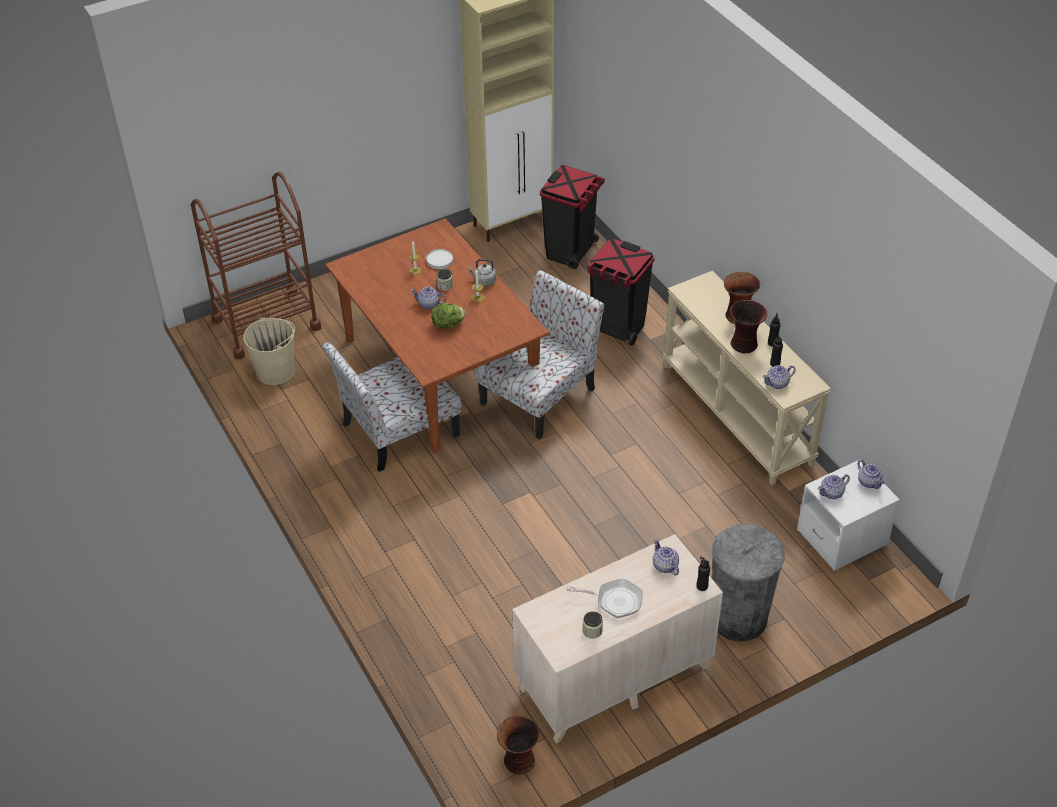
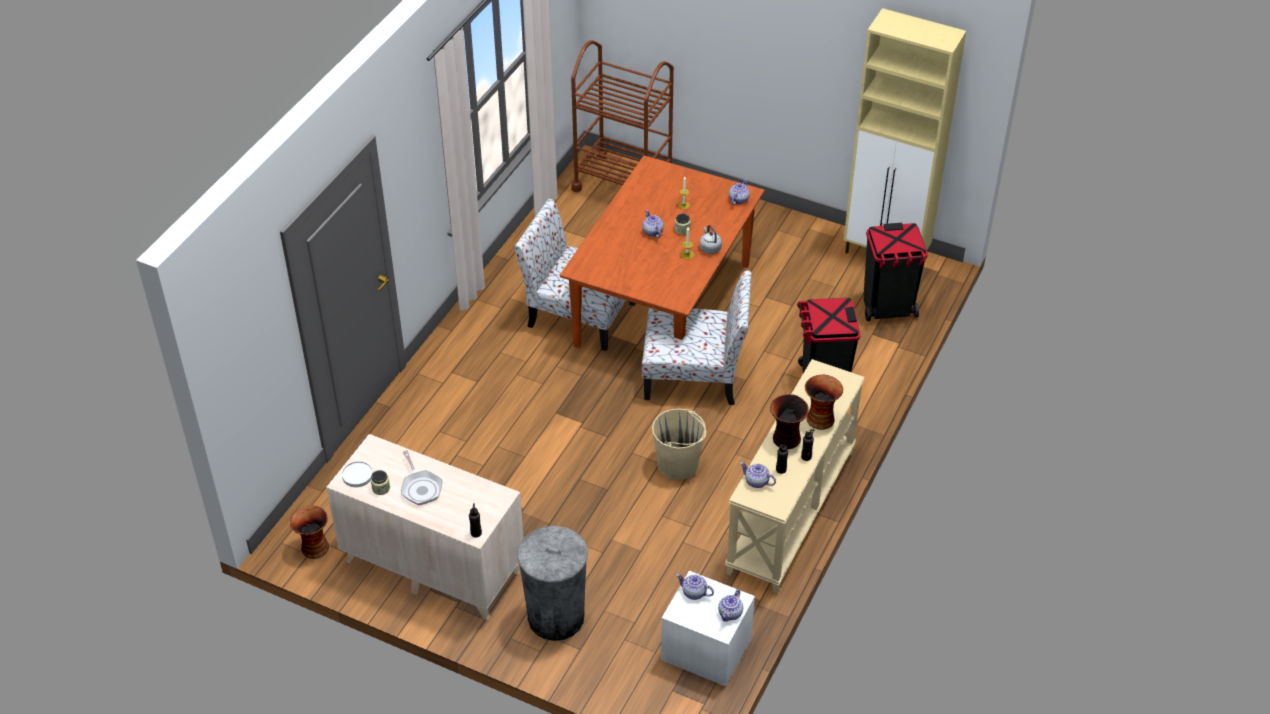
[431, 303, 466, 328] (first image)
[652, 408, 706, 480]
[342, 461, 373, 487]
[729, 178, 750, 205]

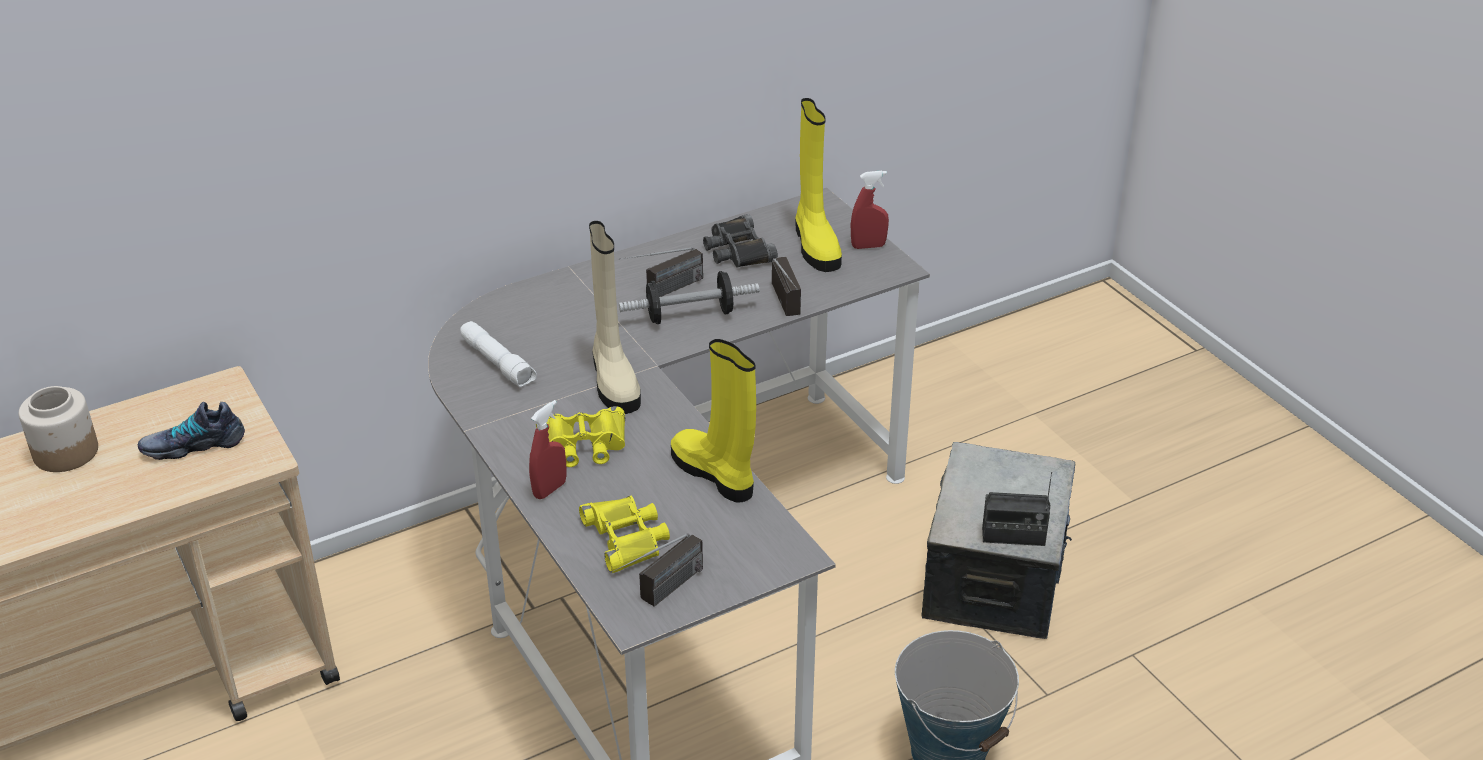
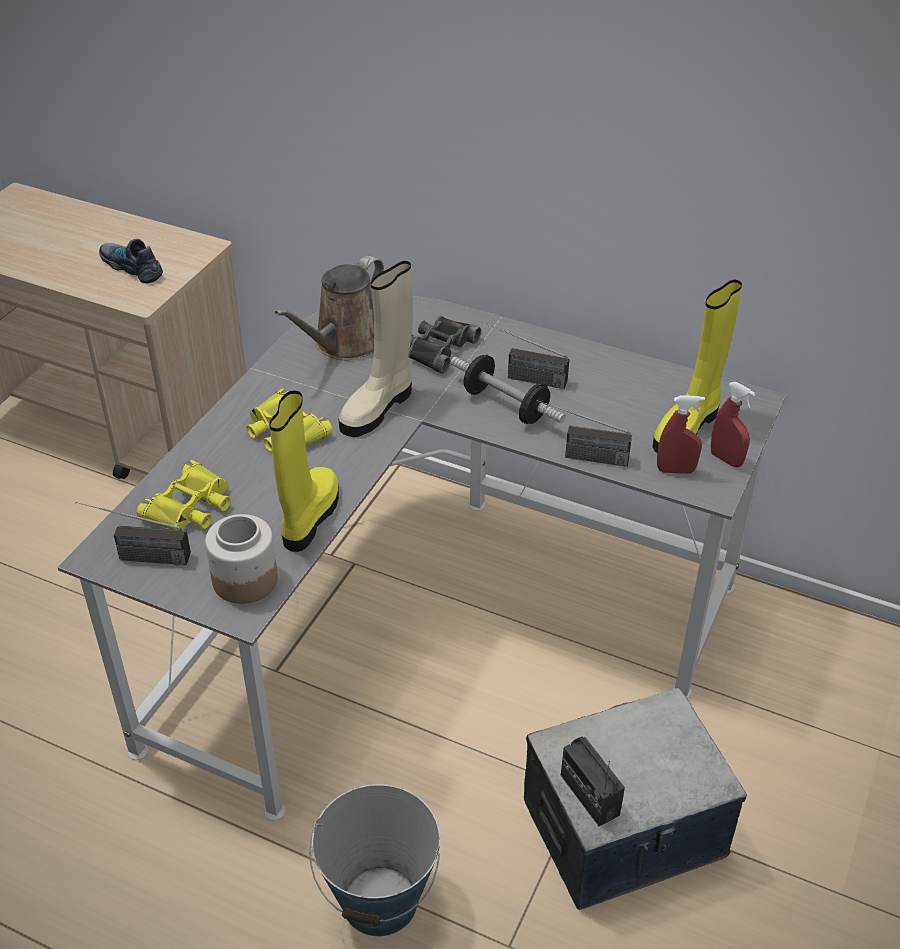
[205, 514, 278, 604]
[657, 395, 705, 474]
[409, 316, 481, 374]
[275, 256, 384, 360]
[537, 400, 632, 467]

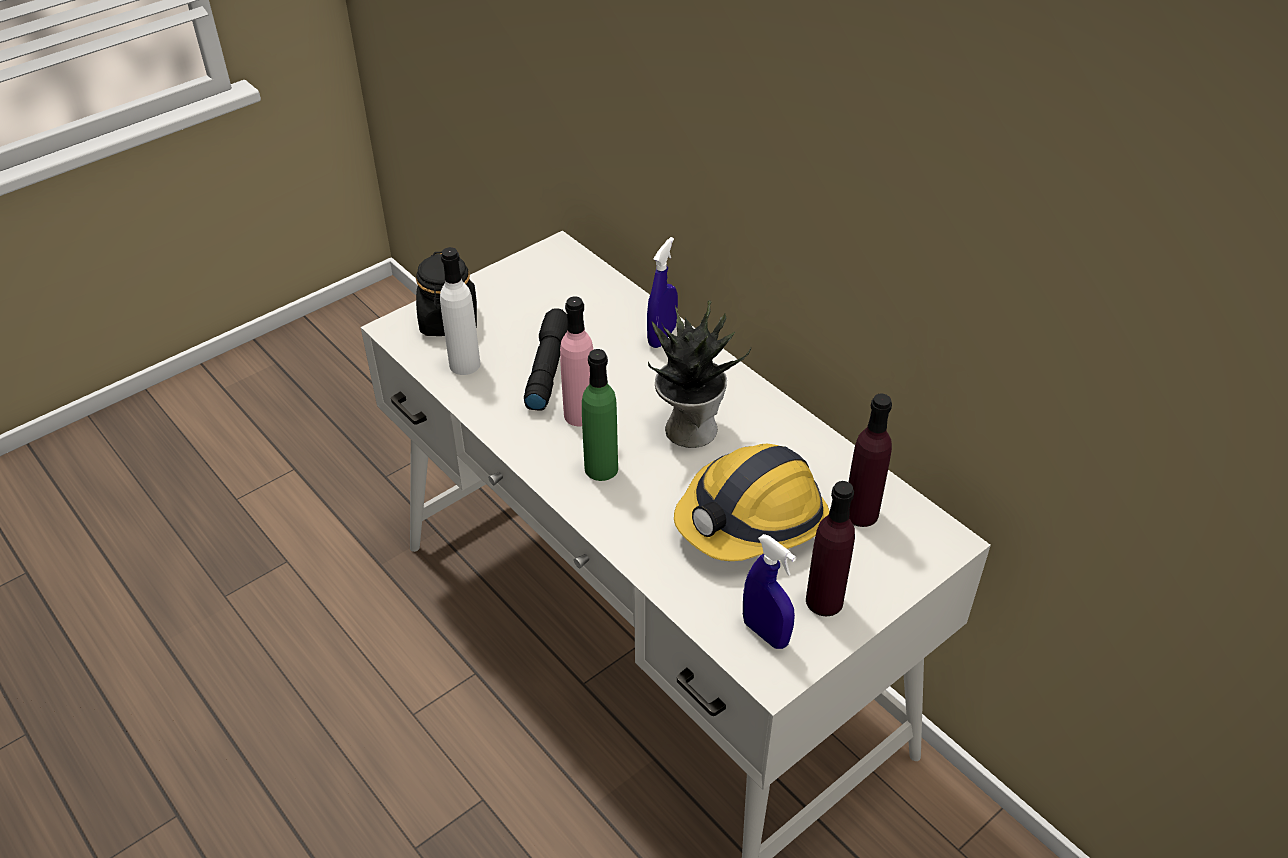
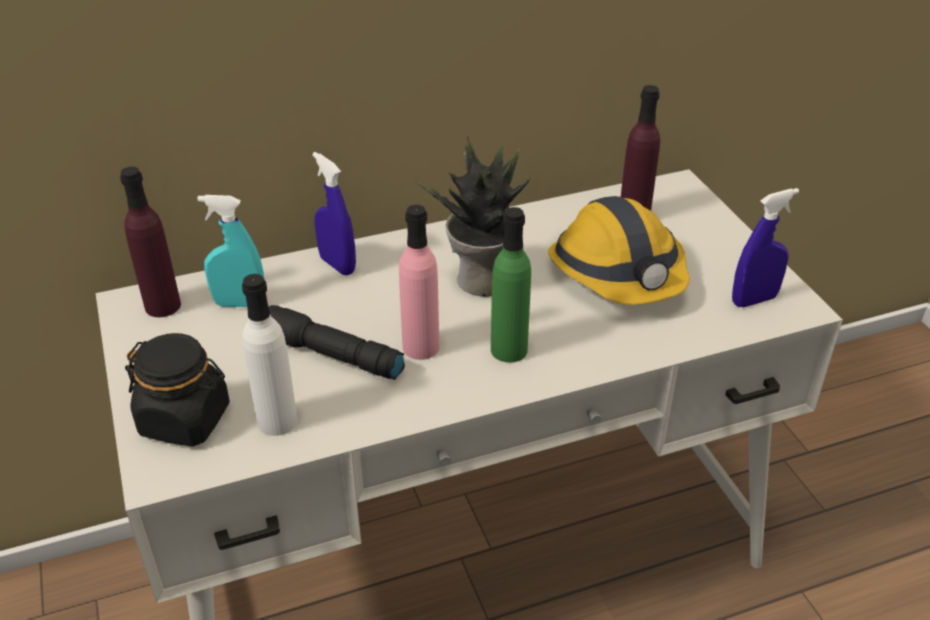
[197, 195, 264, 307]
[120, 167, 181, 317]

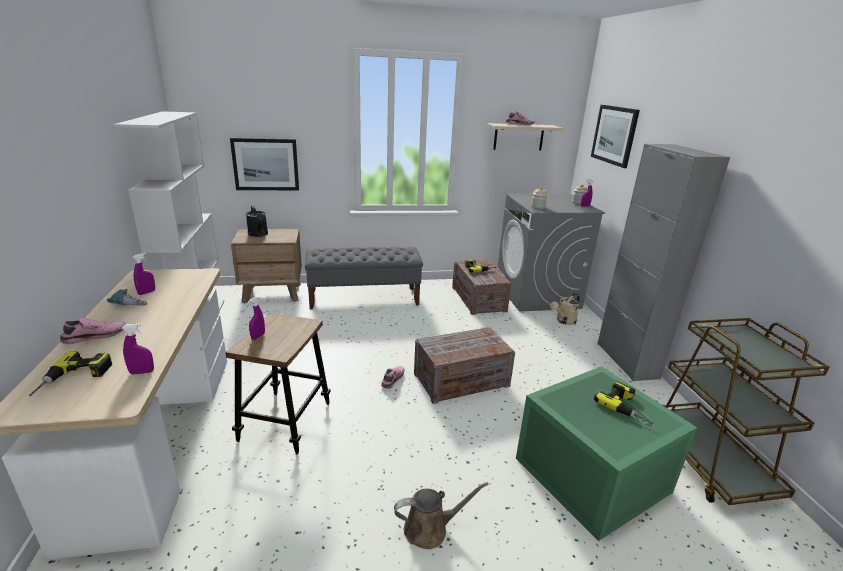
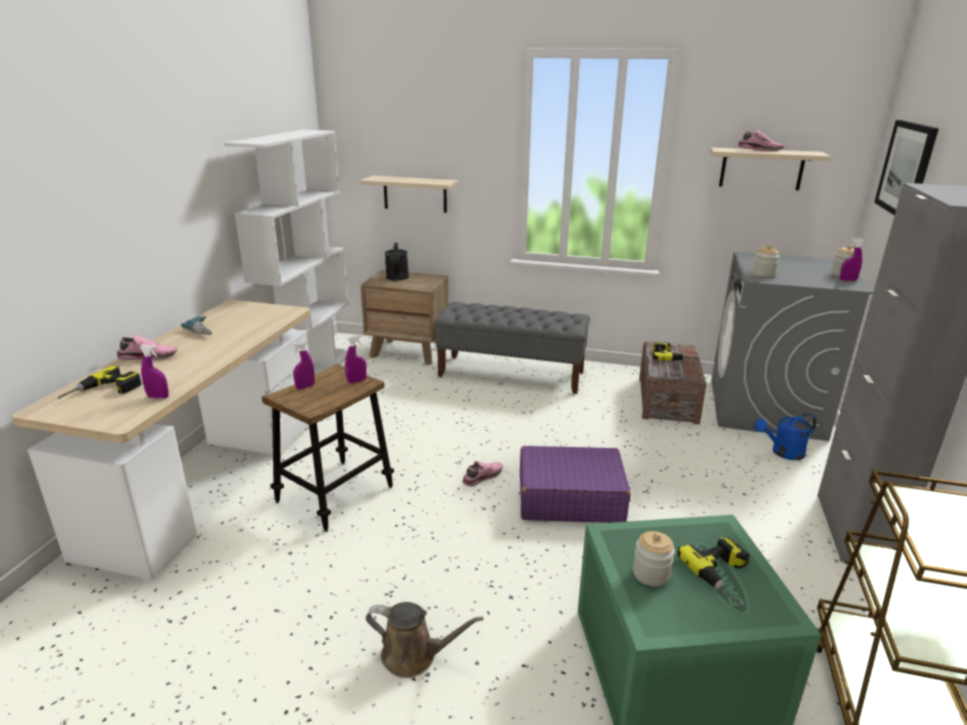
[633, 531, 675, 586]
[345, 335, 367, 383]
[360, 176, 458, 213]
[520, 446, 631, 523]
[754, 413, 816, 460]

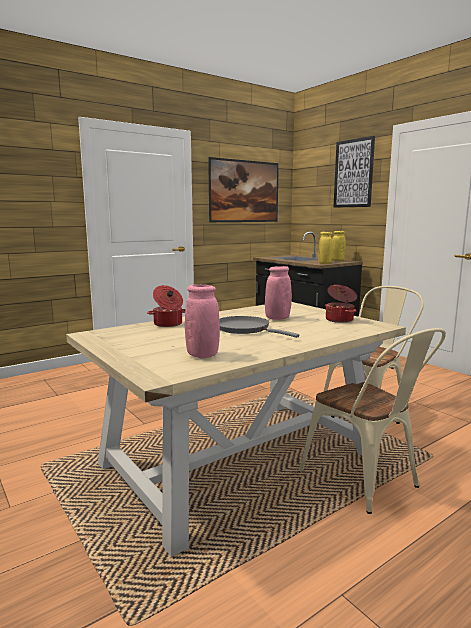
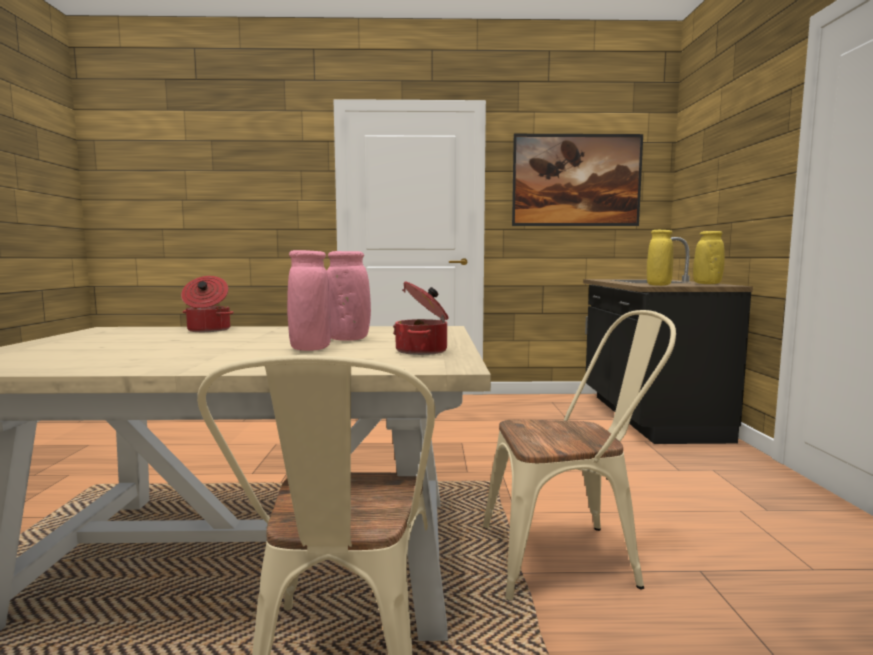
[219, 316, 299, 338] (first image)
[334, 136, 375, 208] (first image)
[287, 250, 331, 351]

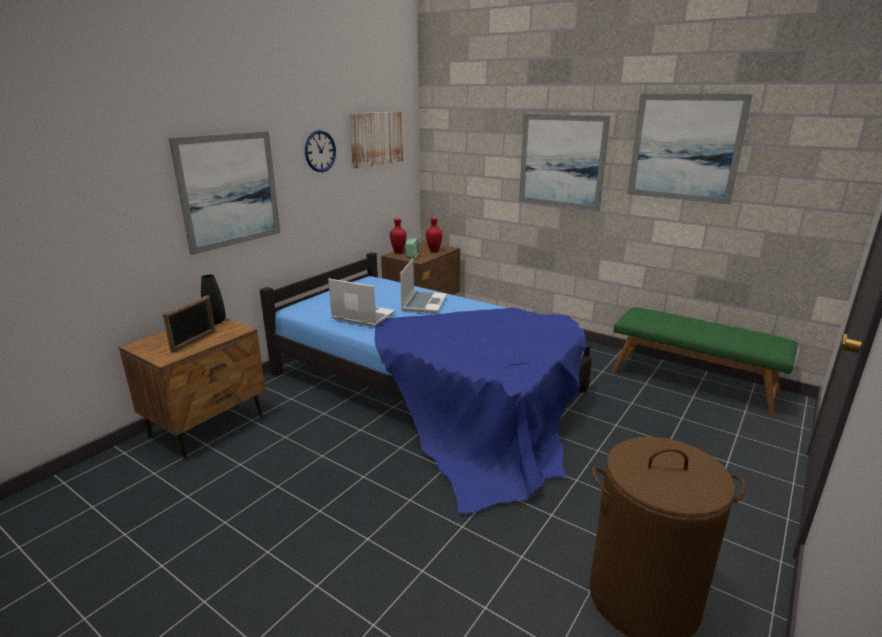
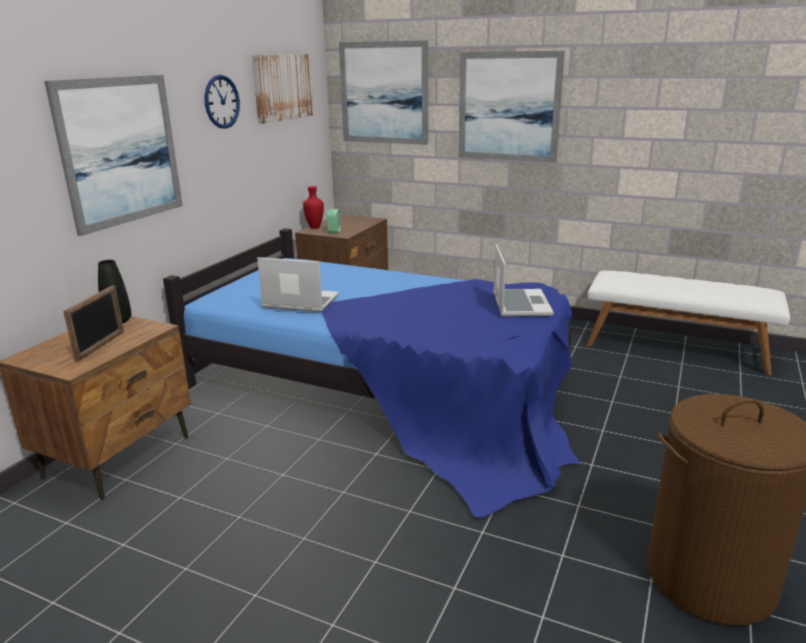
[426, 218, 442, 253] (first image)
[493, 244, 554, 317]
[339, 40, 428, 145]
[587, 271, 790, 375]

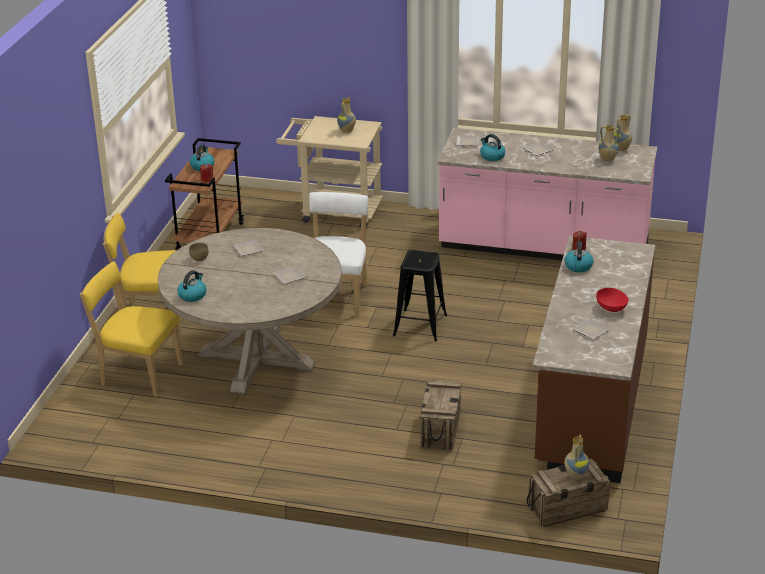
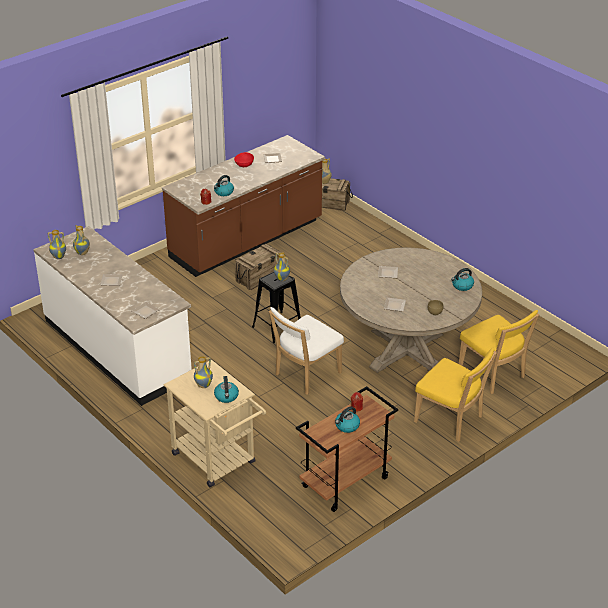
[274, 252, 290, 281]
[235, 244, 281, 290]
[214, 376, 239, 403]
[33, 226, 192, 406]

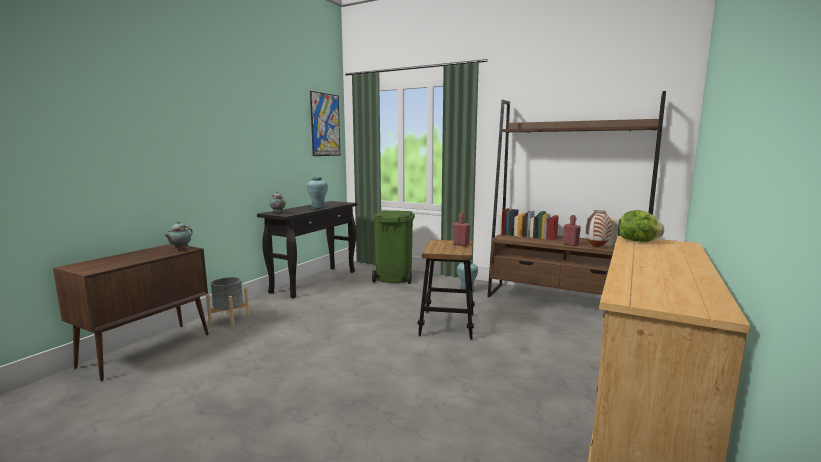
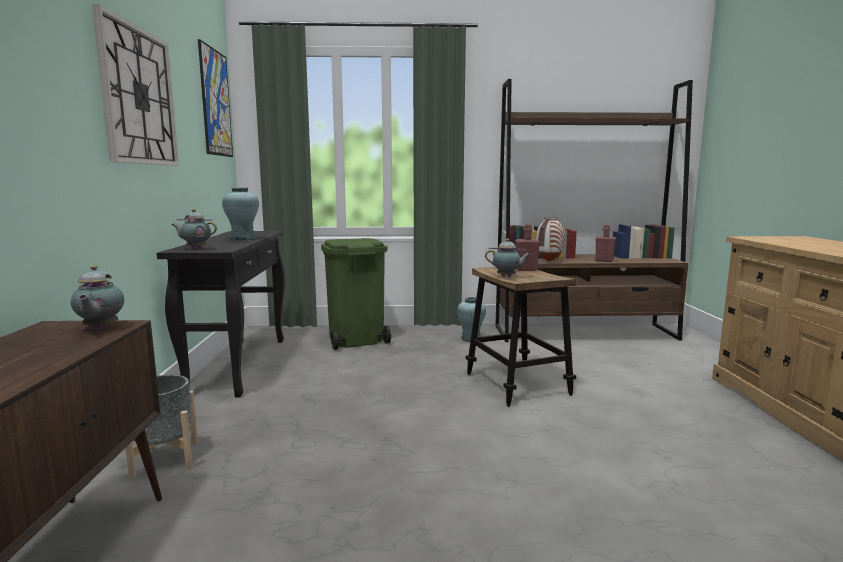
[619, 210, 664, 242] (first image)
[92, 4, 179, 166]
[485, 238, 531, 277]
[536, 217, 565, 262]

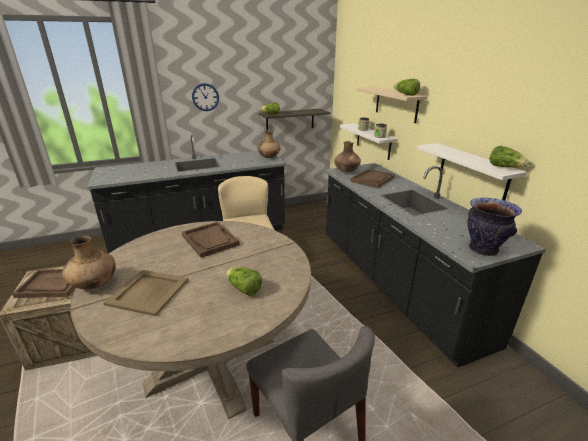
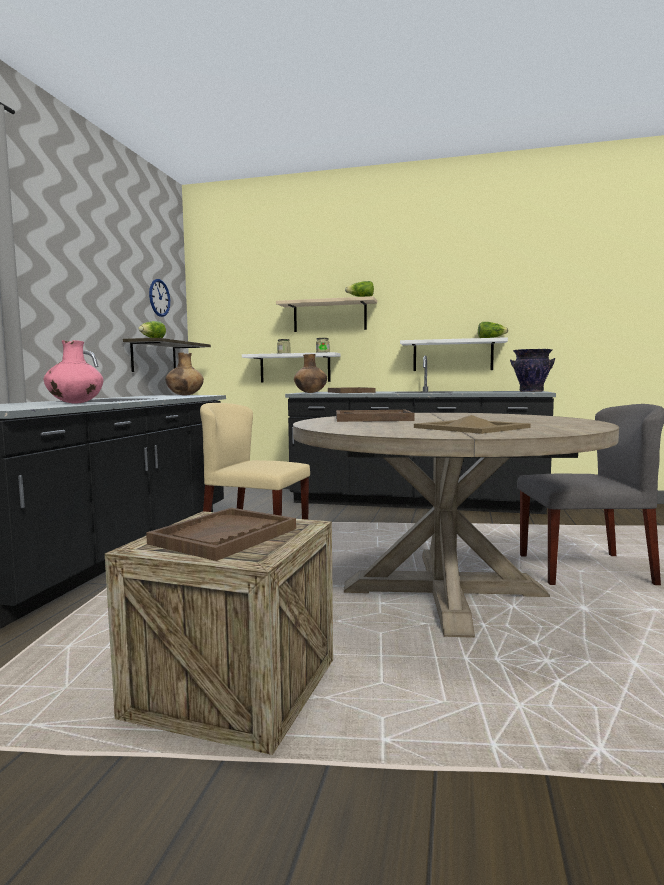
[62, 236, 116, 289] (first image)
[226, 267, 262, 296] (first image)
[44, 340, 103, 404]
[149, 279, 170, 317]

